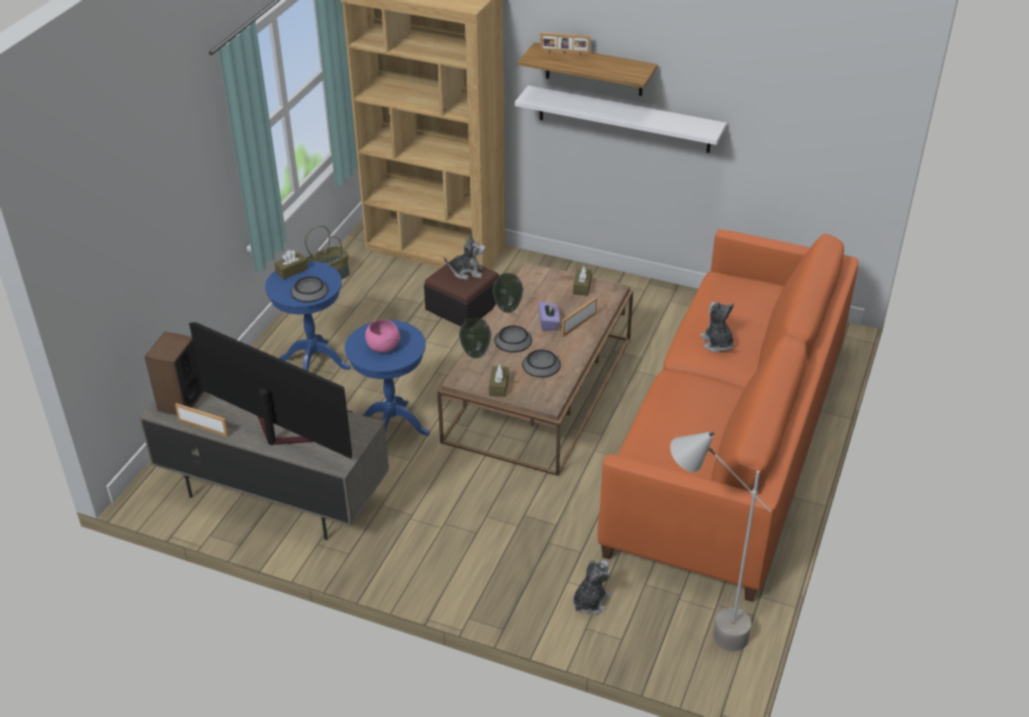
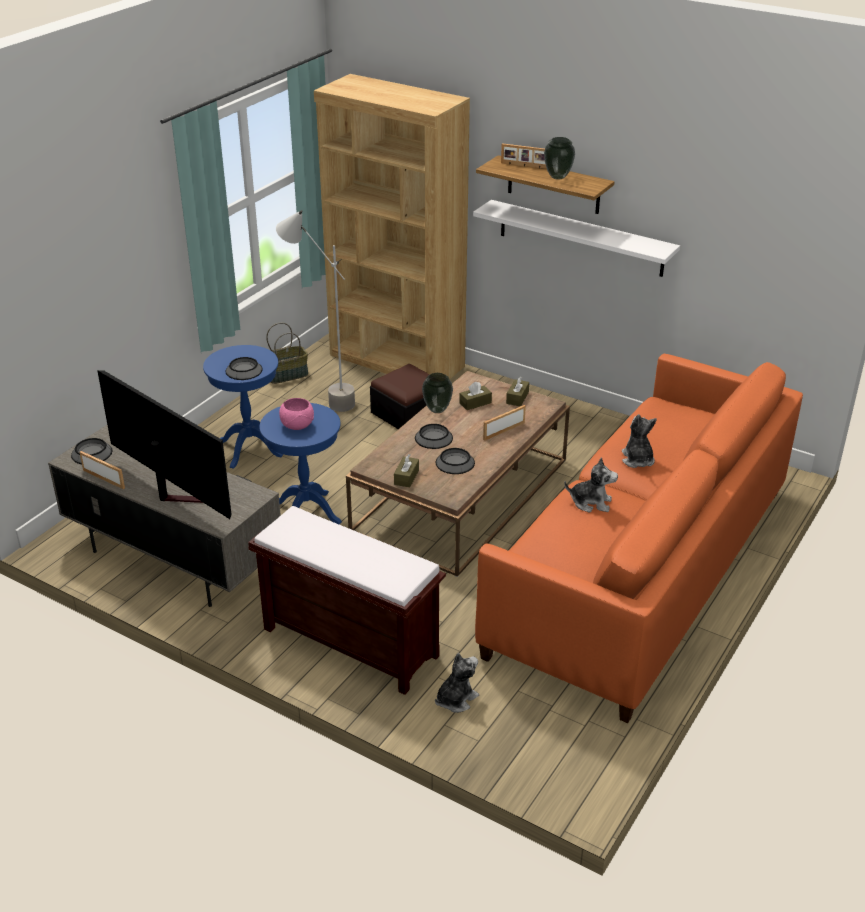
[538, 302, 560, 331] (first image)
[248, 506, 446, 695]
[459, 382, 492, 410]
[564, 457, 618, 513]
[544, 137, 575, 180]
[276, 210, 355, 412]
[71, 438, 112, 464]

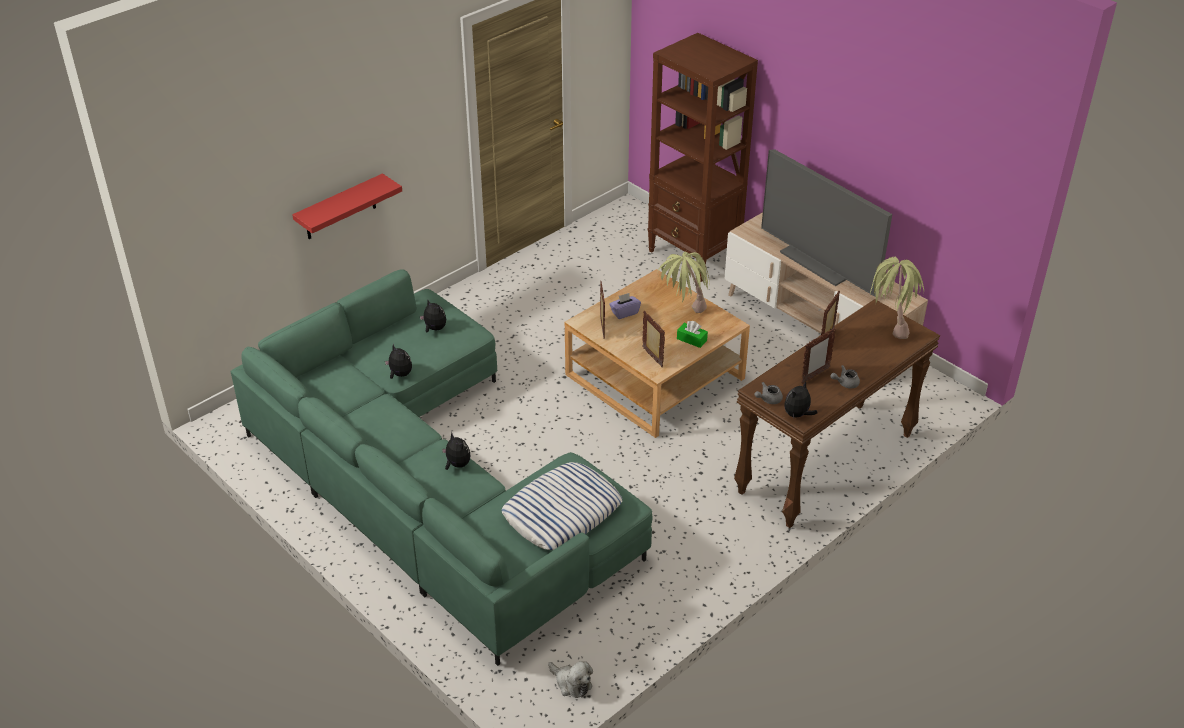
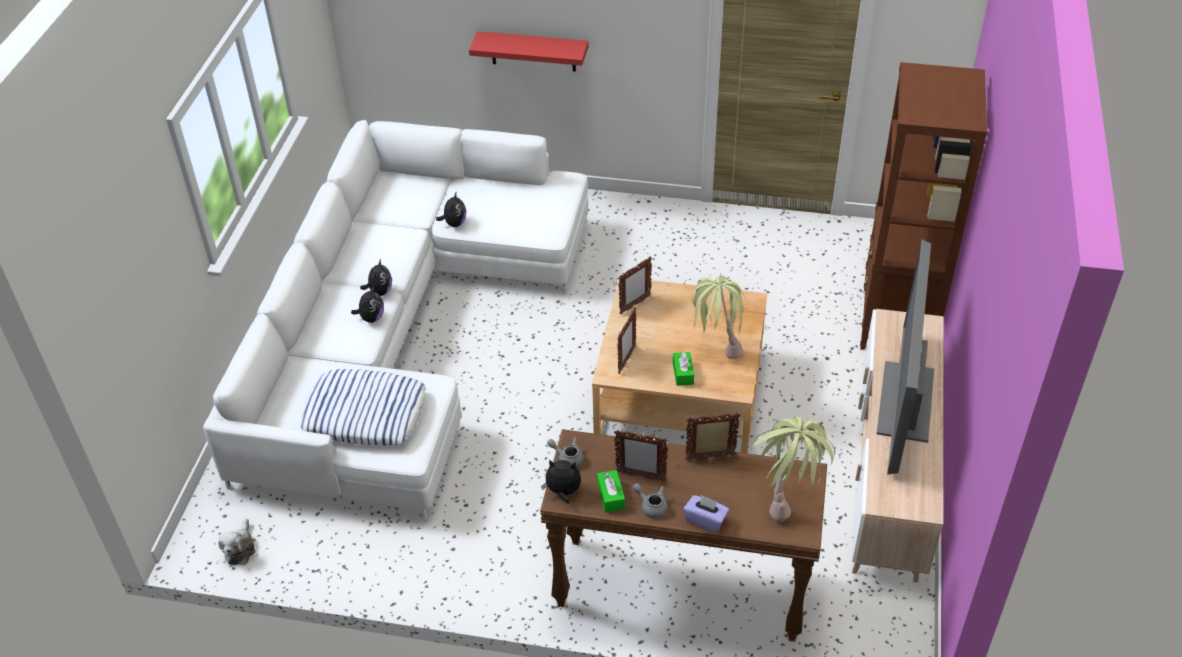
[597, 470, 625, 513]
[360, 259, 392, 296]
[683, 495, 729, 533]
[203, 120, 588, 520]

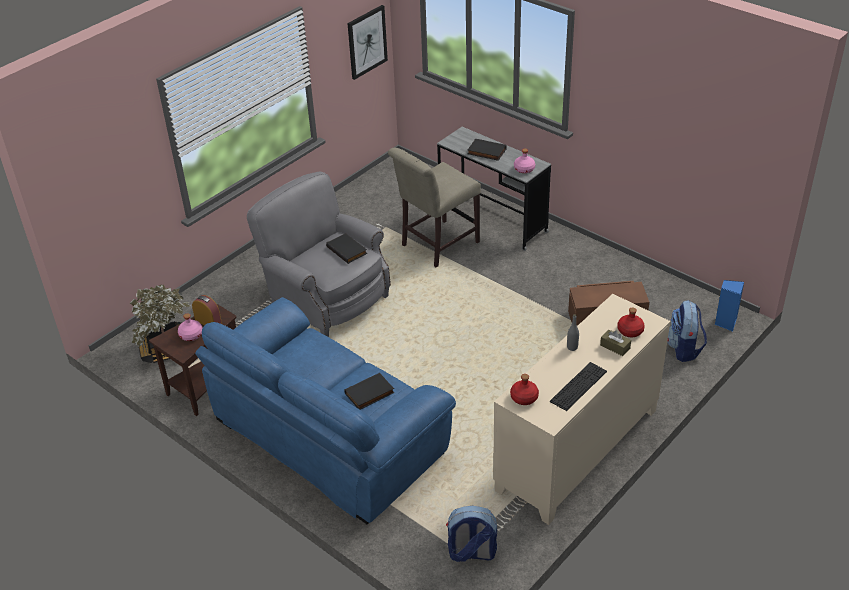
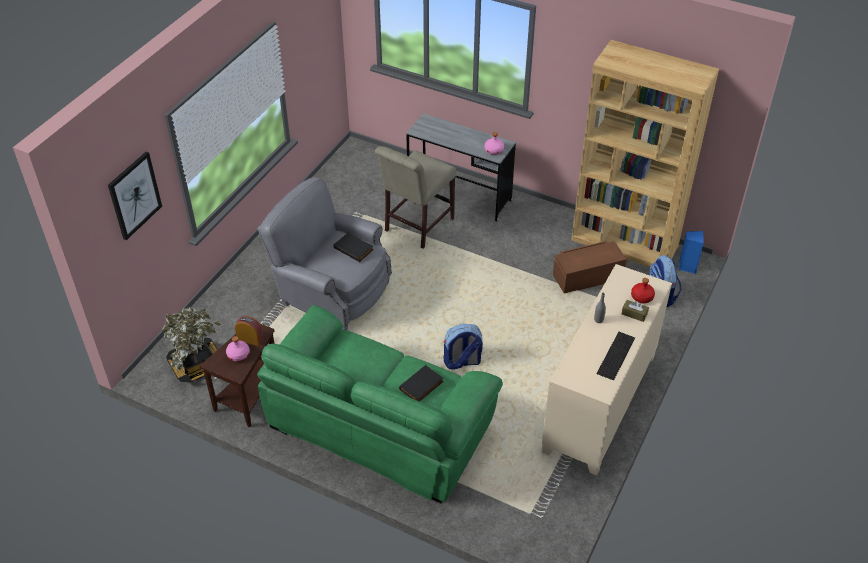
[467, 139, 507, 161] (first image)
[510, 374, 539, 405] (first image)
[571, 40, 719, 267]
[108, 151, 162, 240]
[443, 324, 483, 370]
[257, 305, 503, 503]

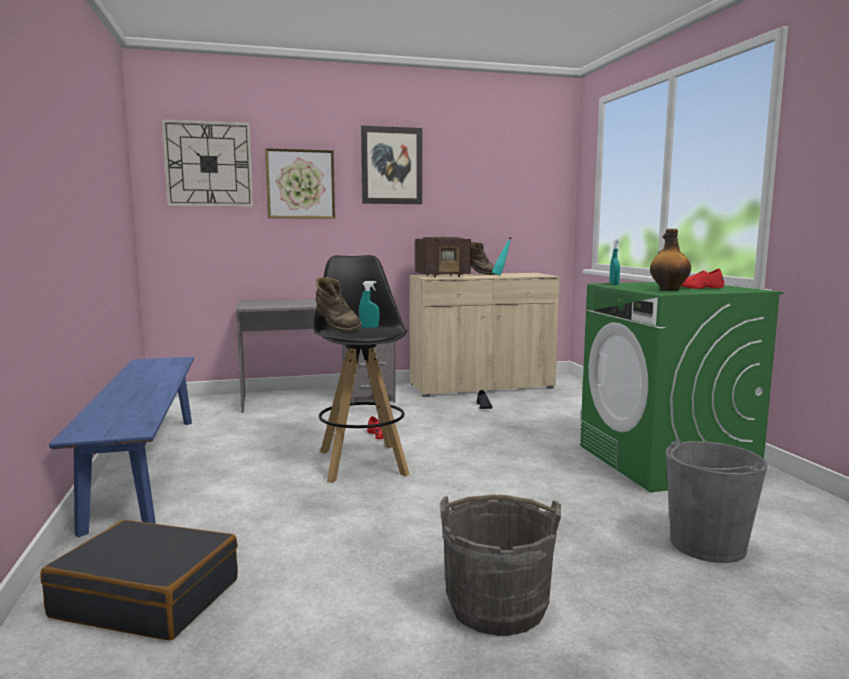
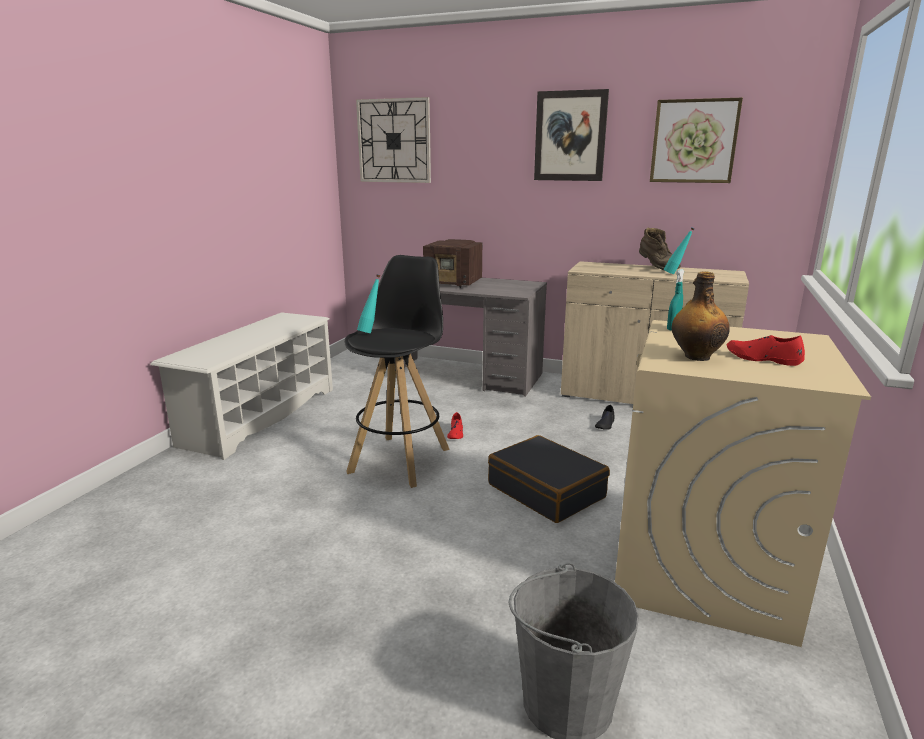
[359, 281, 380, 328] (first image)
[439, 495, 561, 636] (first image)
[488, 435, 610, 523]
[650, 98, 743, 183]
[423, 239, 482, 288]
[150, 312, 333, 460]
[357, 274, 381, 333]
[615, 320, 871, 647]

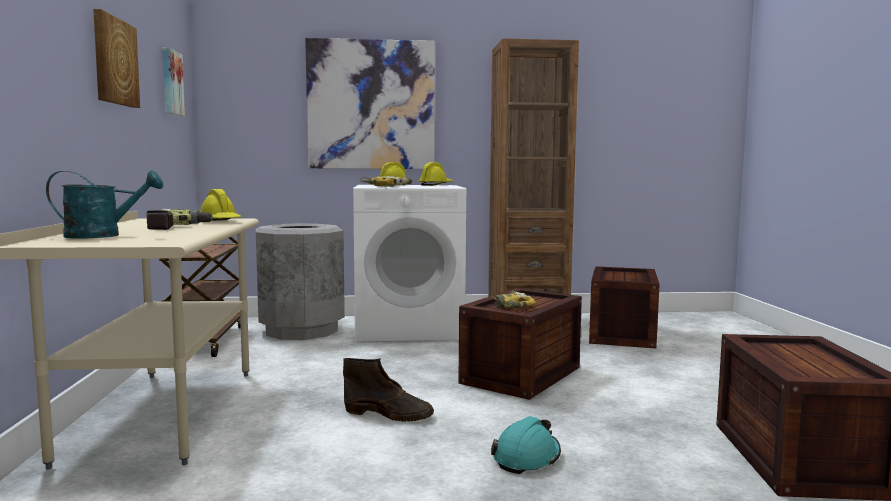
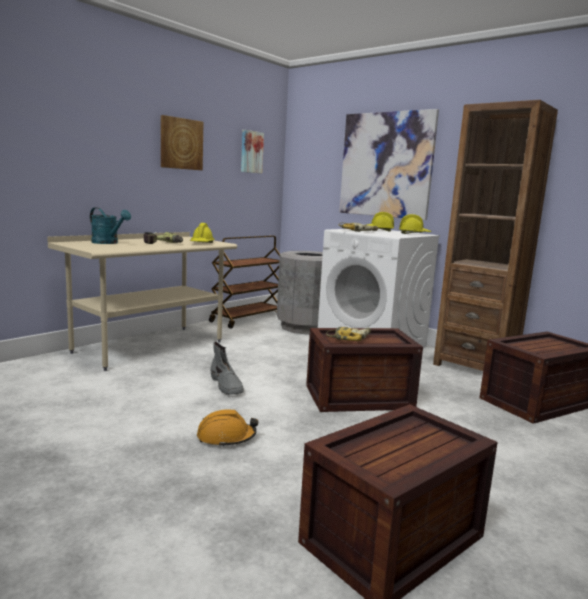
[211, 341, 244, 395]
[197, 409, 258, 448]

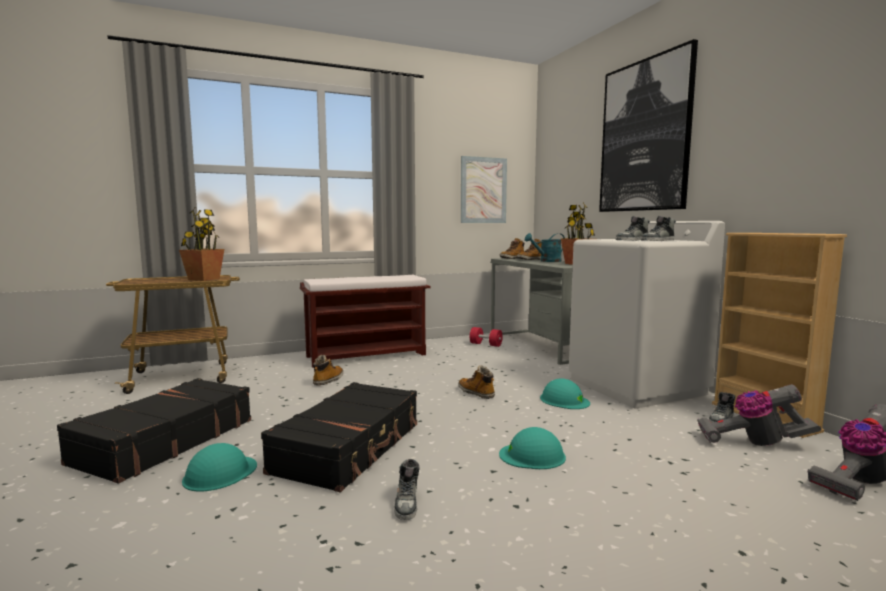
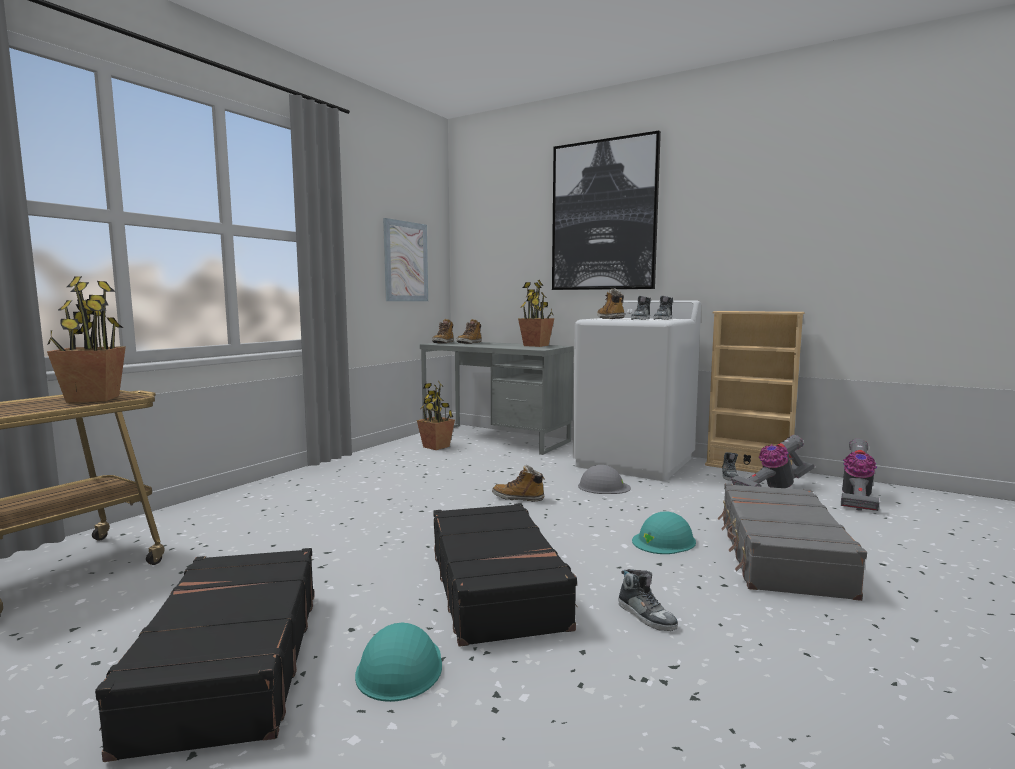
[300, 275, 430, 368] (first image)
[525, 233, 565, 262] (first image)
[718, 483, 867, 601]
[597, 289, 624, 319]
[417, 381, 455, 450]
[578, 465, 631, 494]

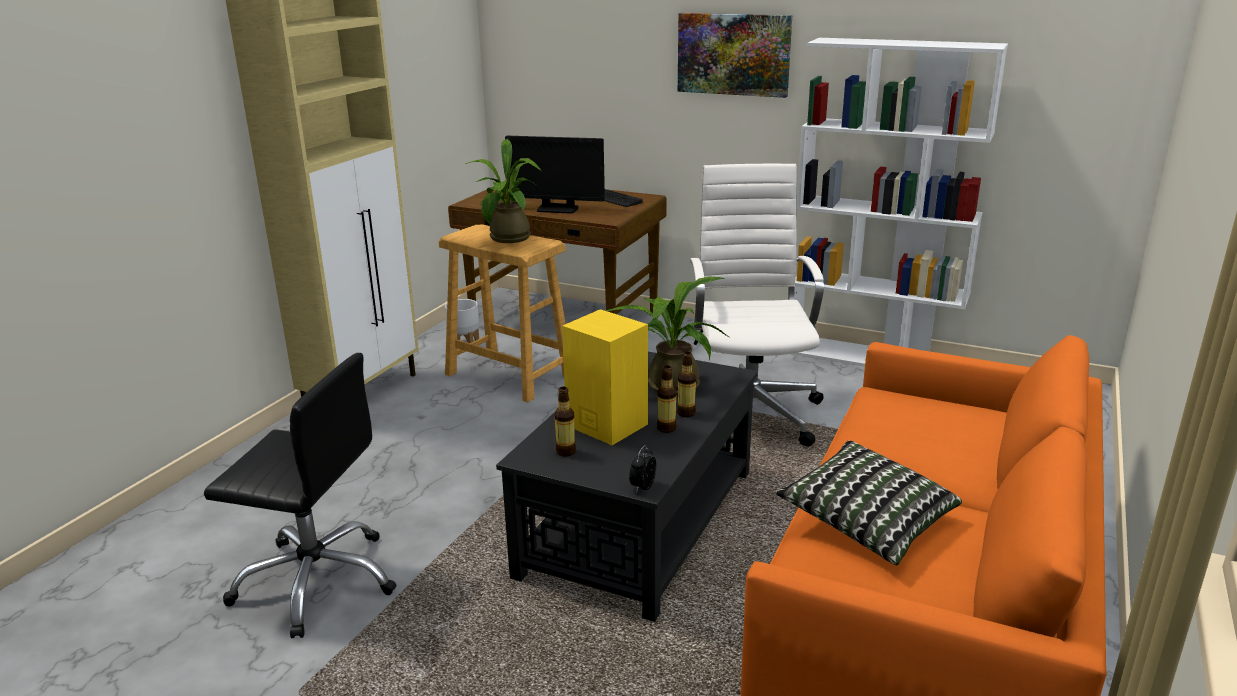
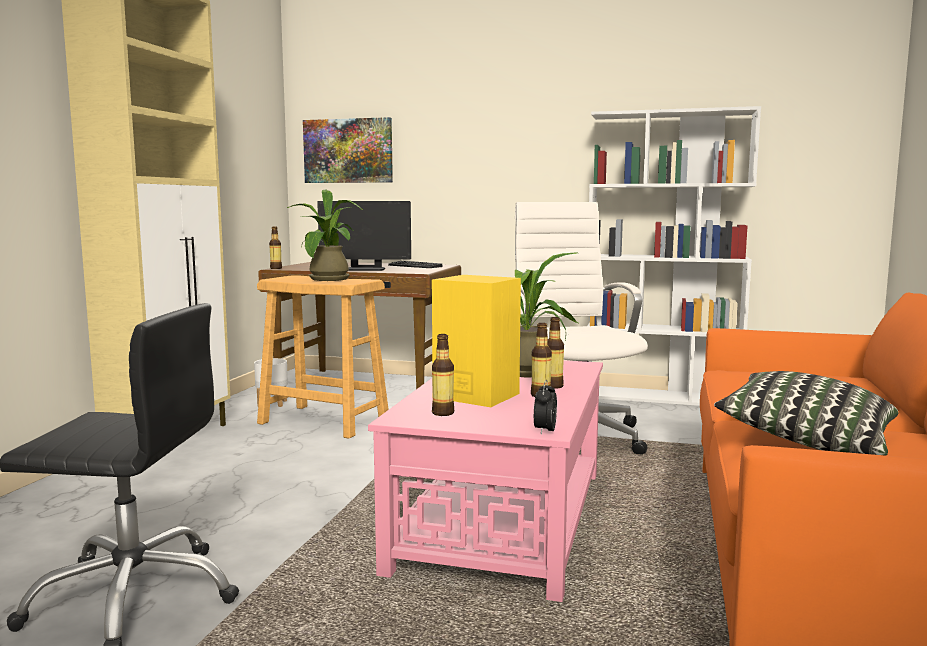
[269, 227, 282, 269]
[303, 117, 393, 183]
[368, 360, 603, 602]

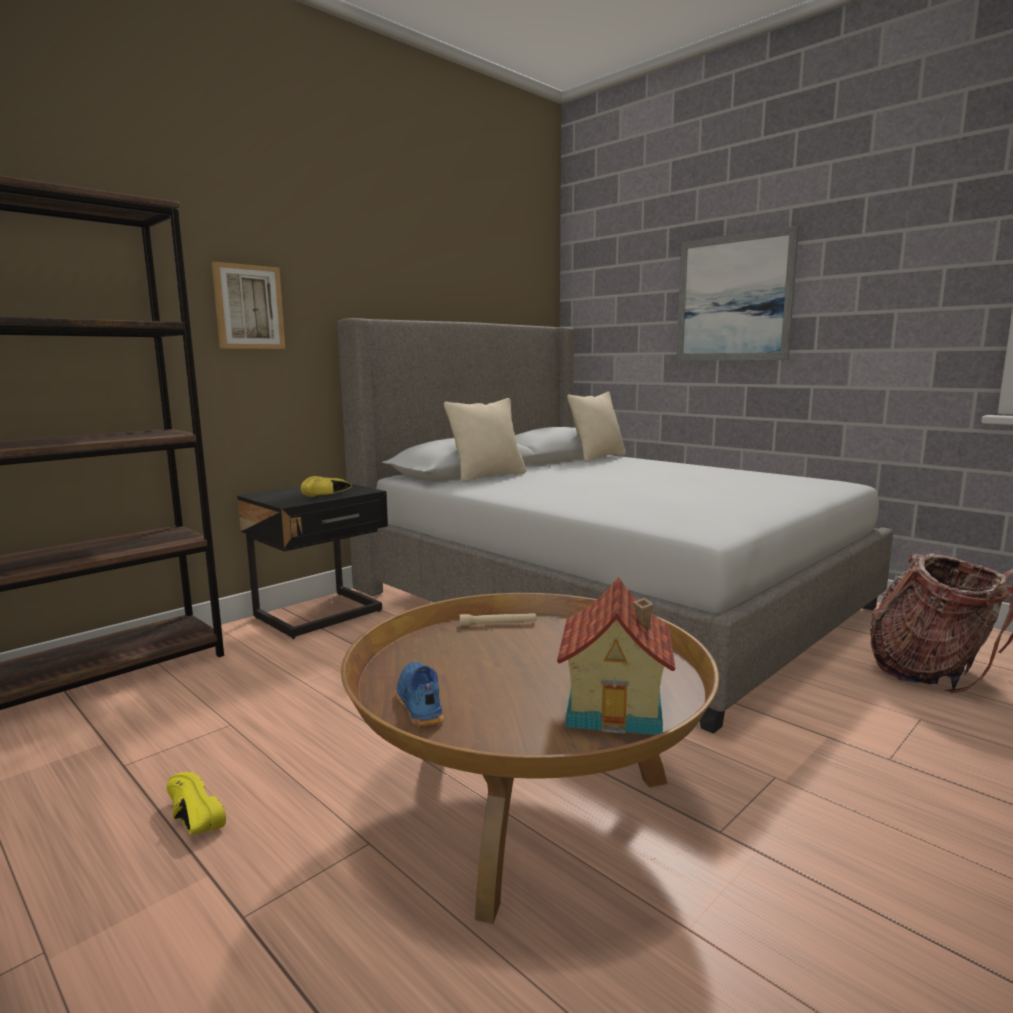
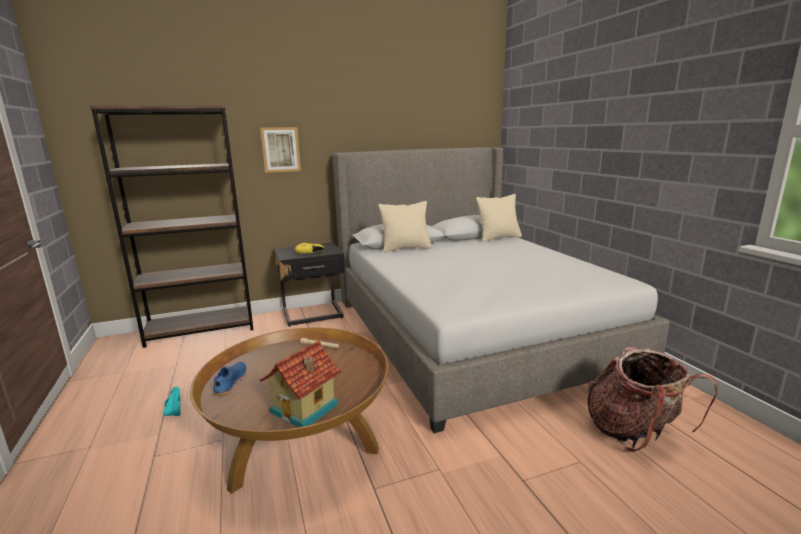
[676, 226, 799, 361] (first image)
[163, 387, 180, 416]

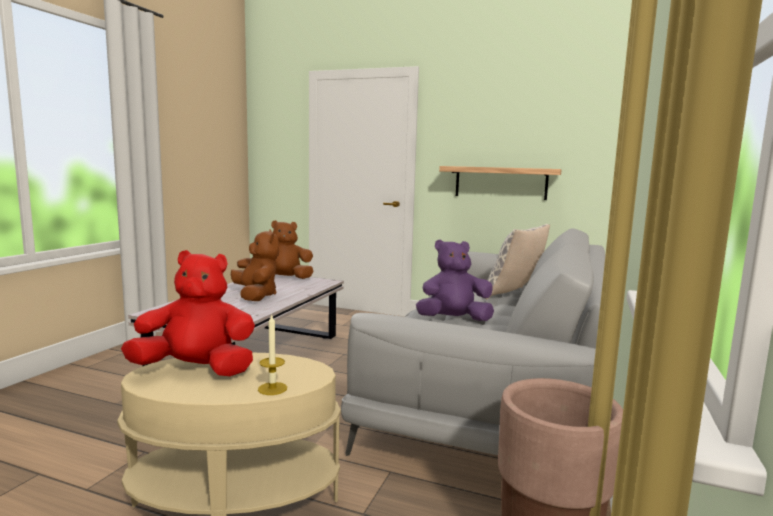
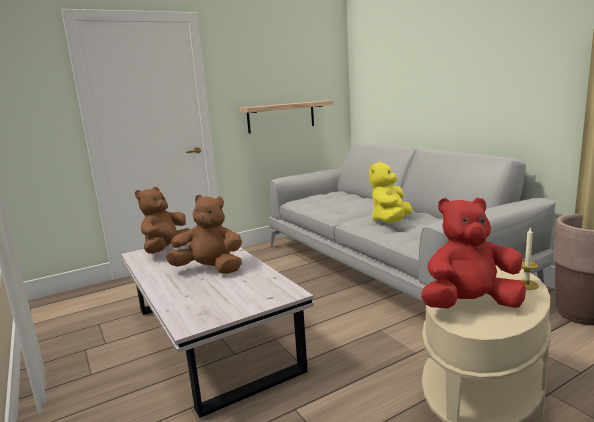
[485, 224, 550, 300] (first image)
[369, 161, 412, 223]
[421, 197, 526, 308]

